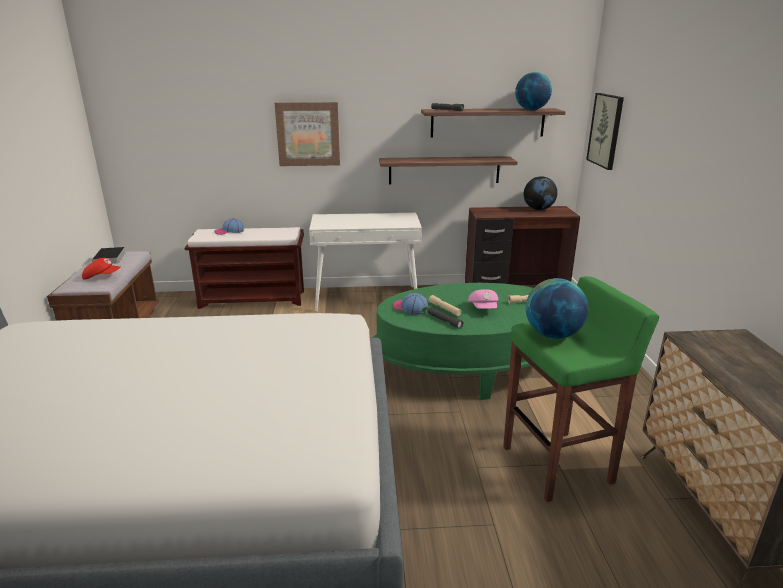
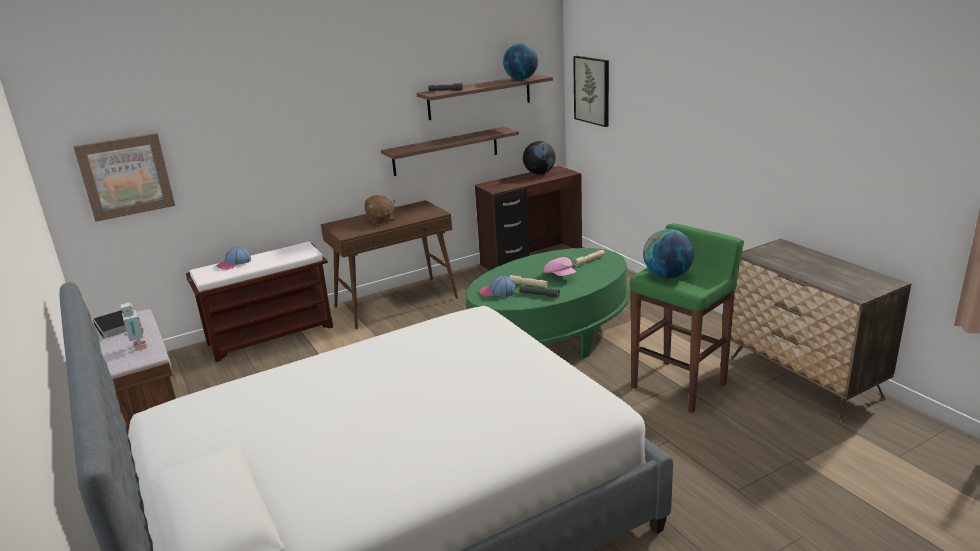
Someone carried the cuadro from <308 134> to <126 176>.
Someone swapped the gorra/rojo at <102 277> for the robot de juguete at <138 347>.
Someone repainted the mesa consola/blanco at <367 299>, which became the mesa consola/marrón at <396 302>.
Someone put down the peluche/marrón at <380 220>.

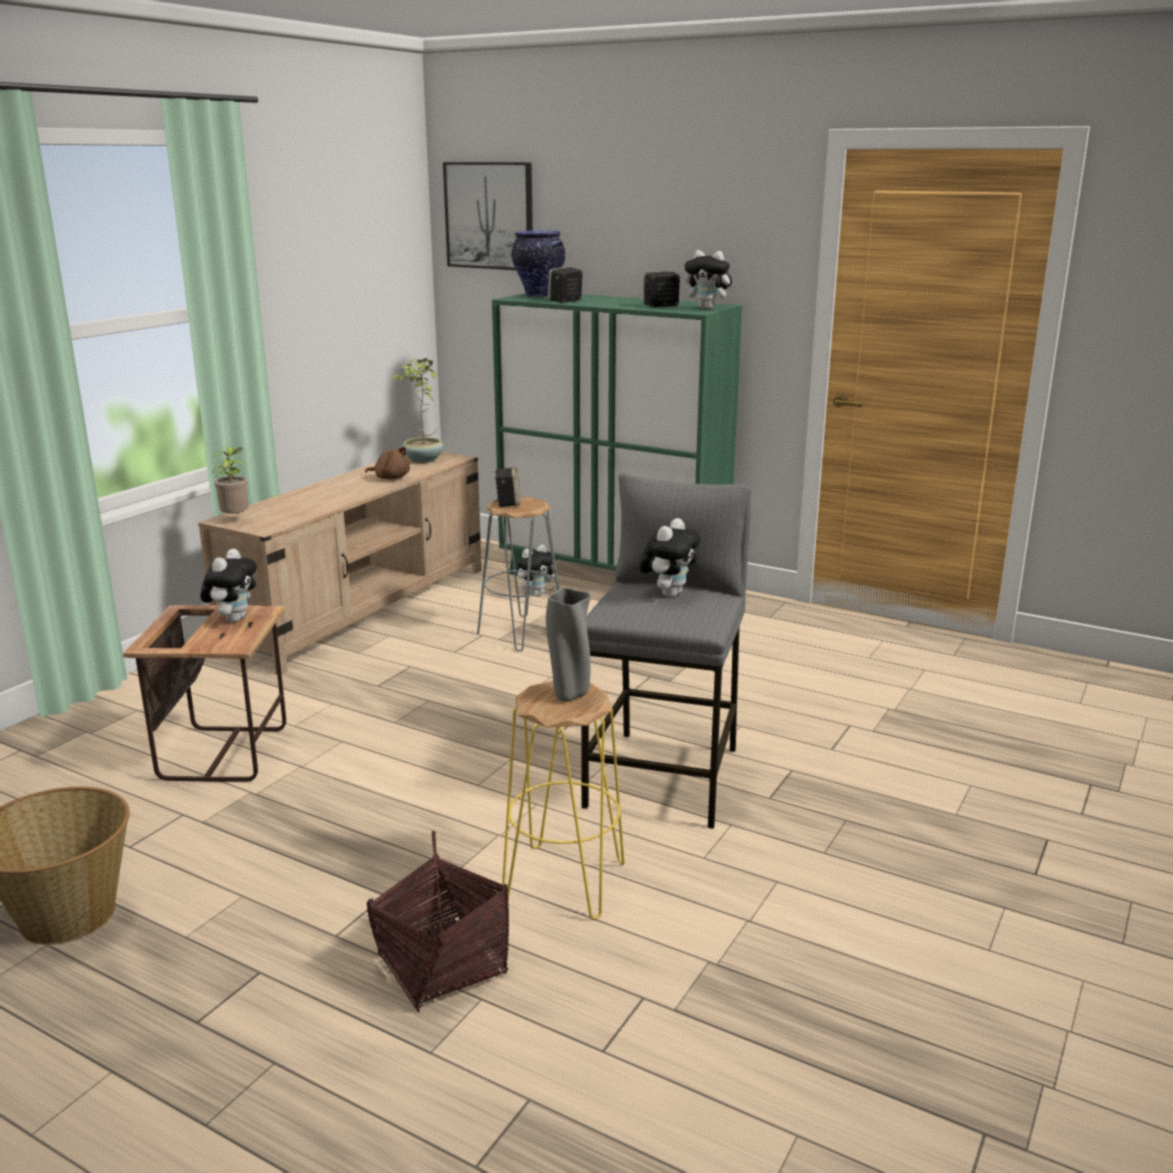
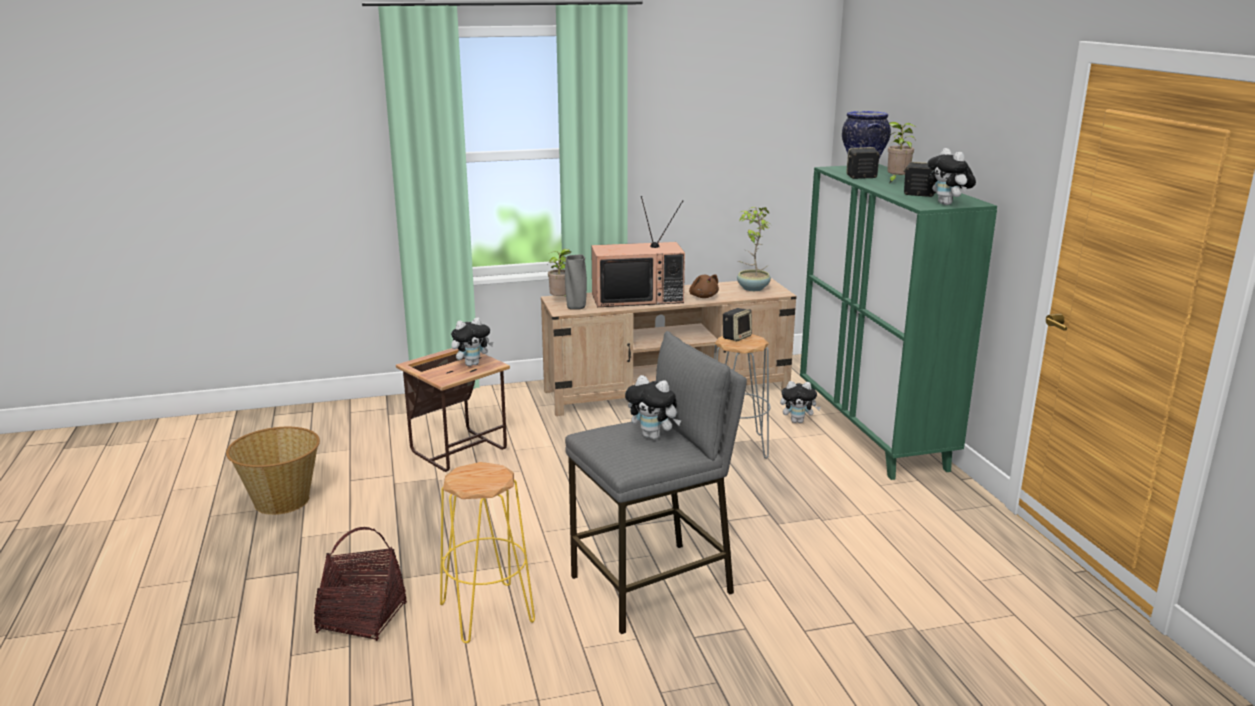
Someone carried the florero/gris from <569 695> to <576 308>.
Someone put down the televisor at <638 298>.
Someone rotated the peluche at <669 594> by 45 degrees clockwise.
Someone put down the planta en maceta at <896 182>.
Someone took away the cuadro at <490 215>.

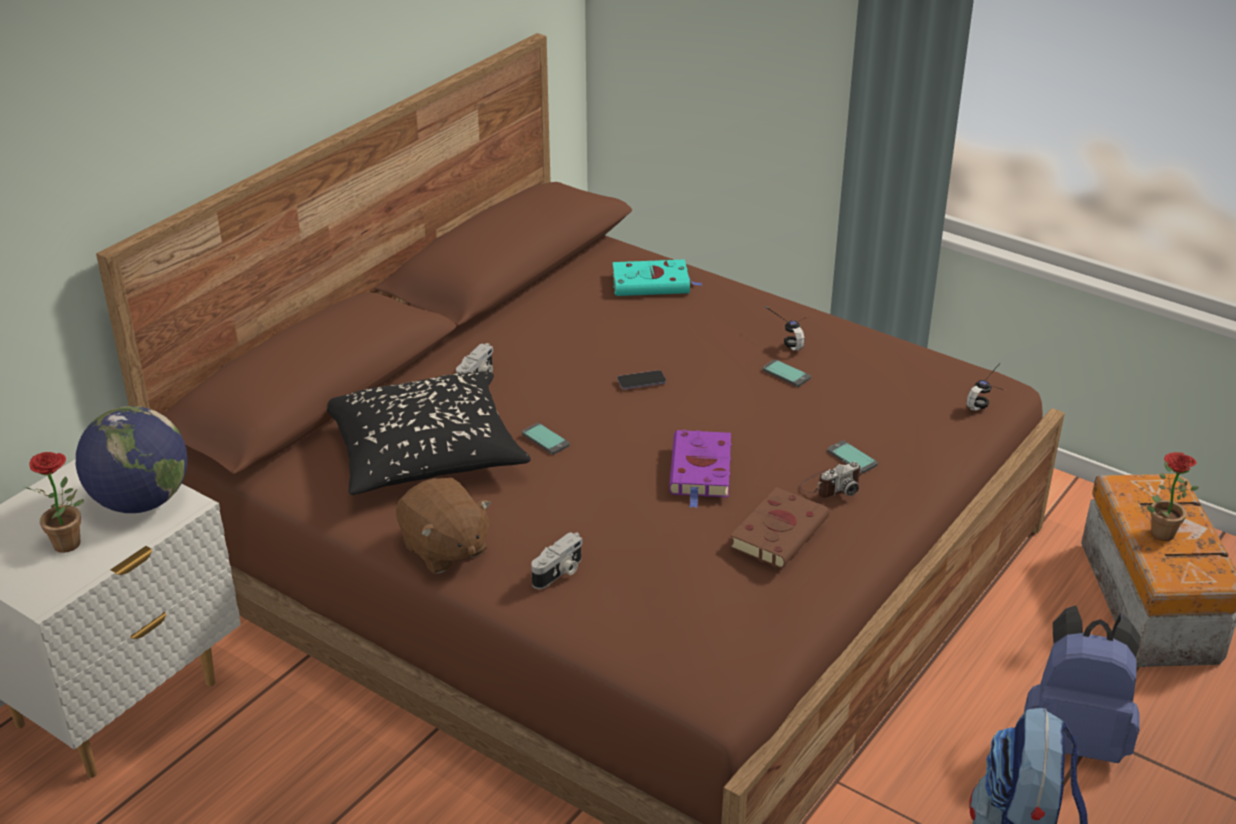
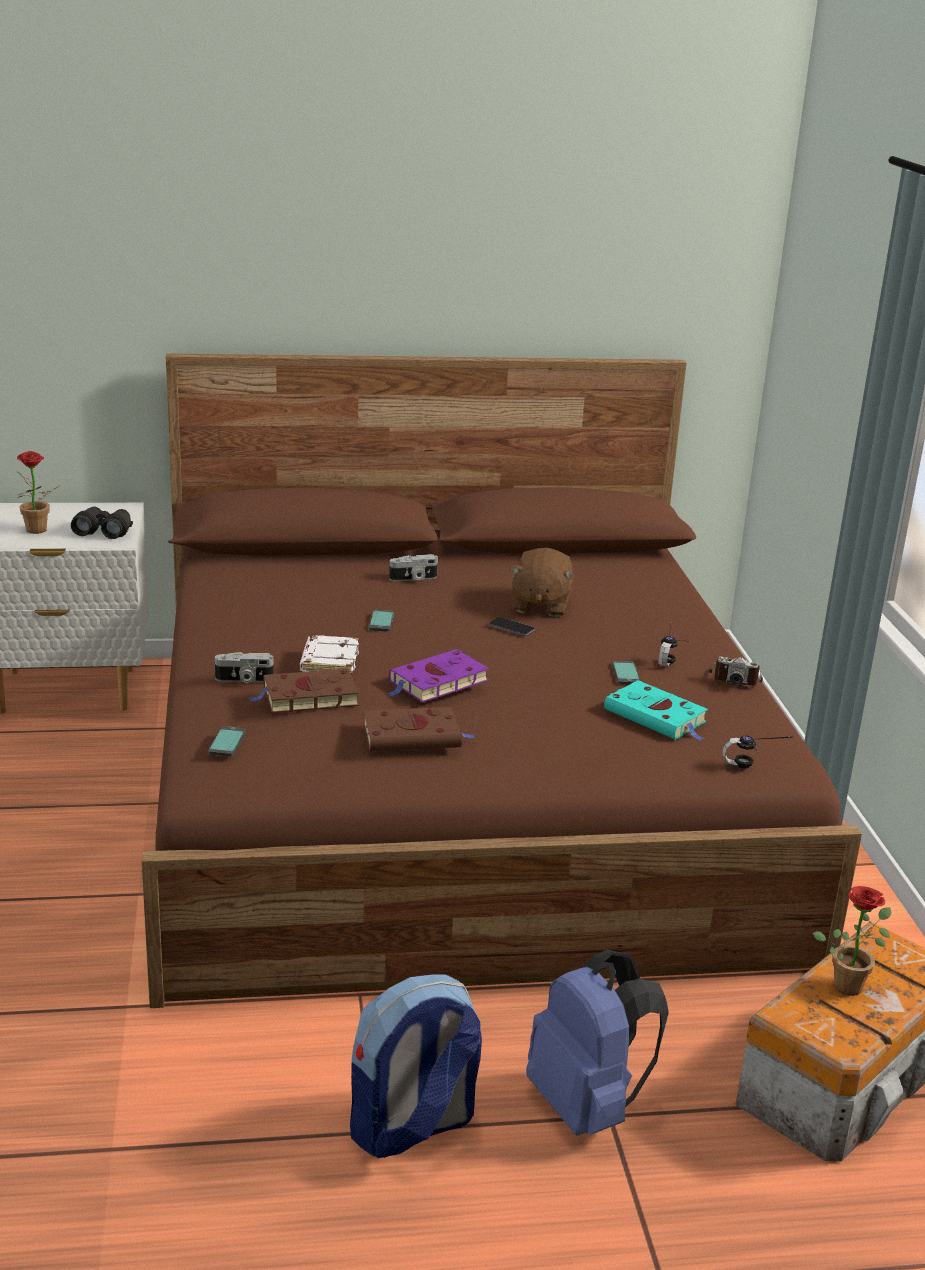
Someone swapped the globo terráqueo at <141 502> for the prismáticos/negro at <103 531>.
Someone carried the móvil from <852 458> to <227 742>.
Someone put down the libro/marrón at <307 697>.
Someone put down the libro/blanco at <328 660>.
Someone carried the peluche/marrón from <444 549> to <540 605>.
Someone carried the libro/turquesa from <653 283> to <657 717>.
Someone carried the cámara from <830 486> to <734 678>.
Someone took away the cojín/negro at <425 454>.

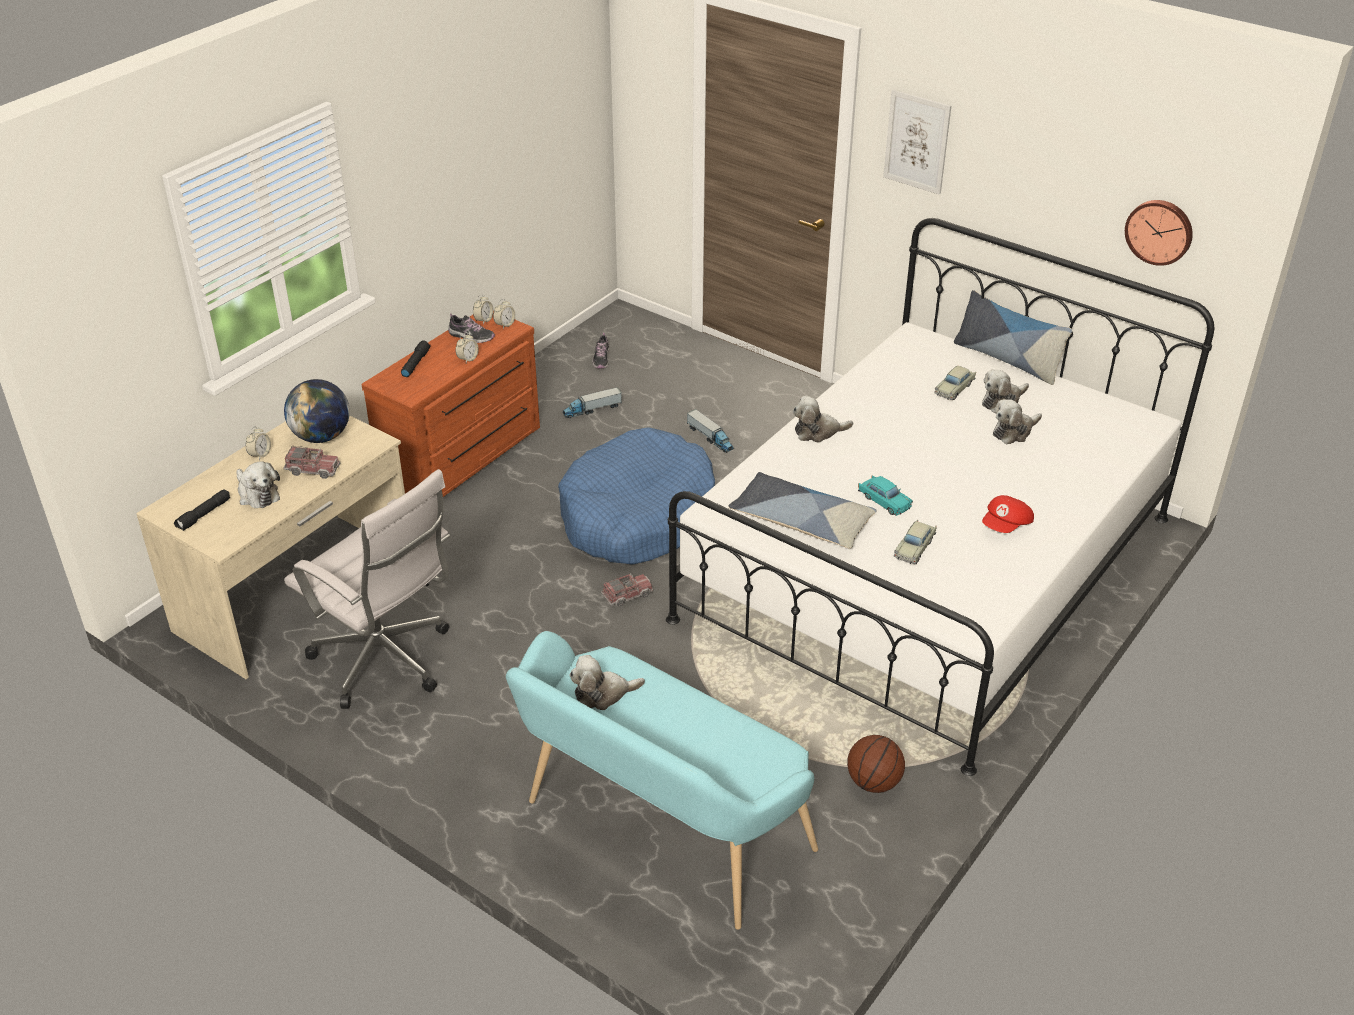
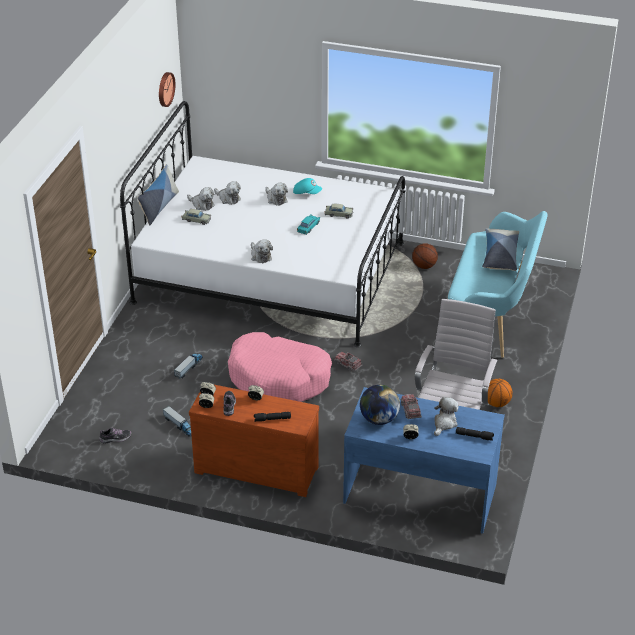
Someone repainted the cama para perro/azul at <637 516>, which became the cama para perro/rosa at <279 378>.
Someone carried the peluche from <603 694> to <276 199>.
Someone repainted the gorra/rojo at <1006 525>, which became the gorra/turquesa at <307 193>.
Someone repainted the escritorio/beis at <297 593>, which became the escritorio/azul at <420 493>.
Someone carried the cojín from <801 521> to <500 255>.
Someone put down the balón de baloncesto at <497 403>.
Someone took away the cuadro at <917 141>.

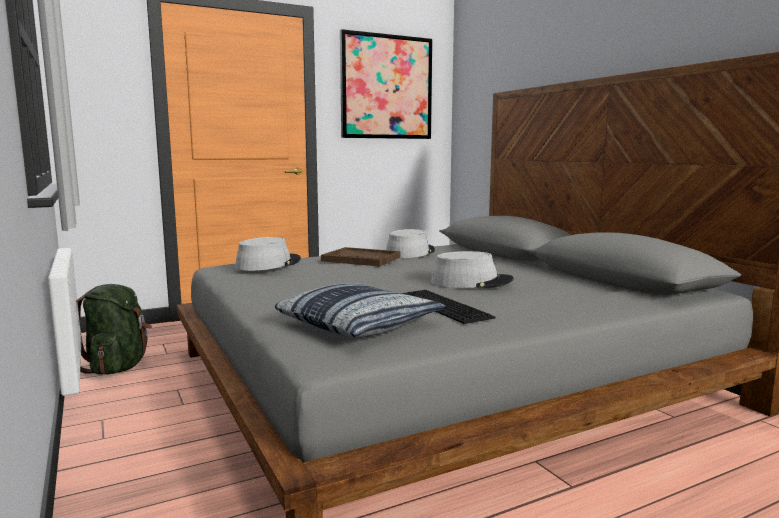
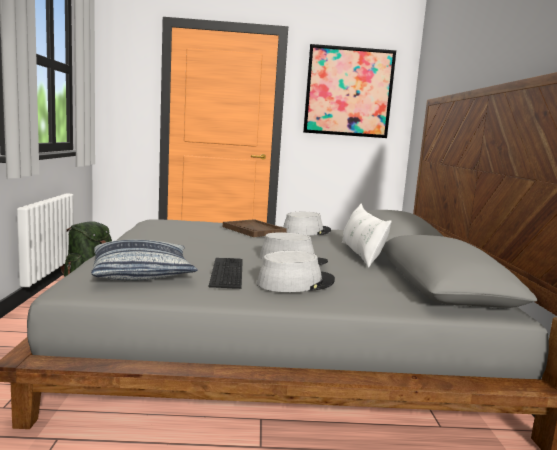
Someone carried the sombrero/gris from <268 264> to <296 282>.
Someone put down the cojín/blanco at <360 254>.

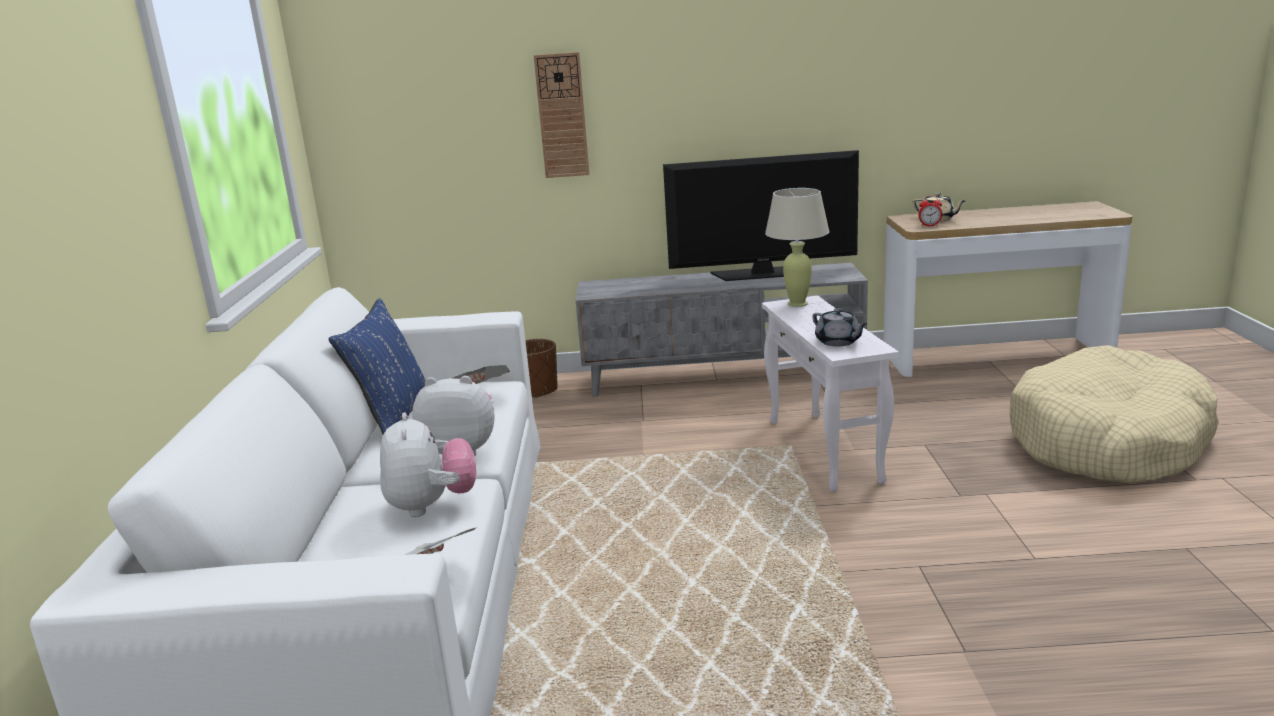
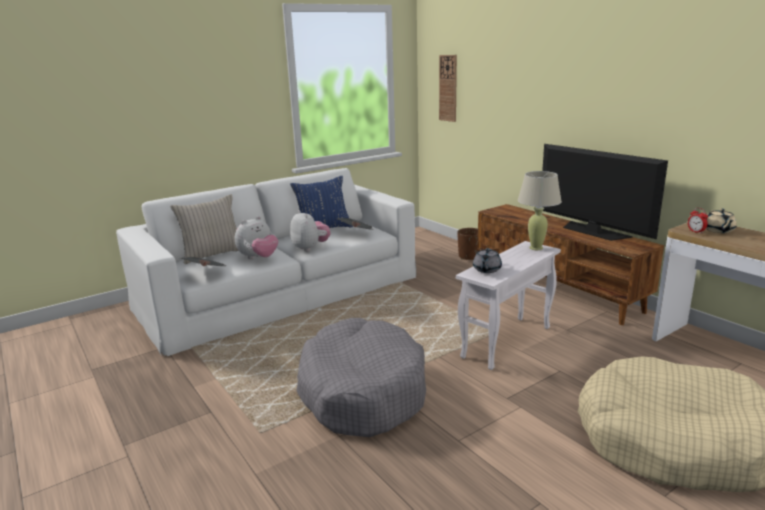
Someone put down the cojín/beis at <213 255>.
Someone put down the cama para perro/gris at <362 391>.
Someone carried the reloj de pared from <562 116> to <448 88>.
Someone repainted the mueble de televisión/gris at <722 376>, which became the mueble de televisión/marrón at <557 289>.

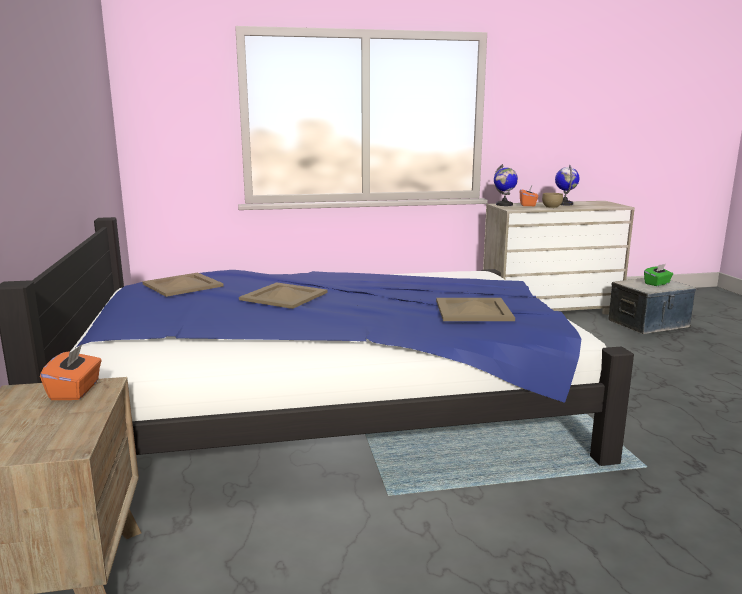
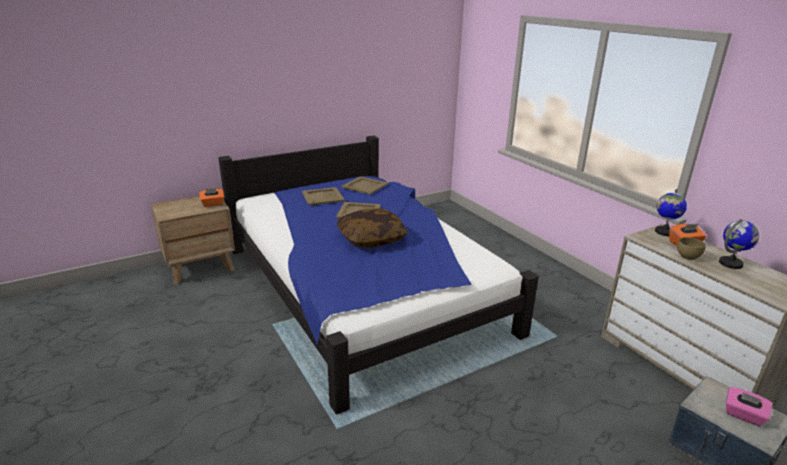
Someone carried the bandeja/beis from <474 310> to <323 196>.
Someone put down the cojín at <372 238>.
Someone repainted the caja de pañuelos/verde at <657 284>, which became the caja de pañuelos/rosa at <743 415>.

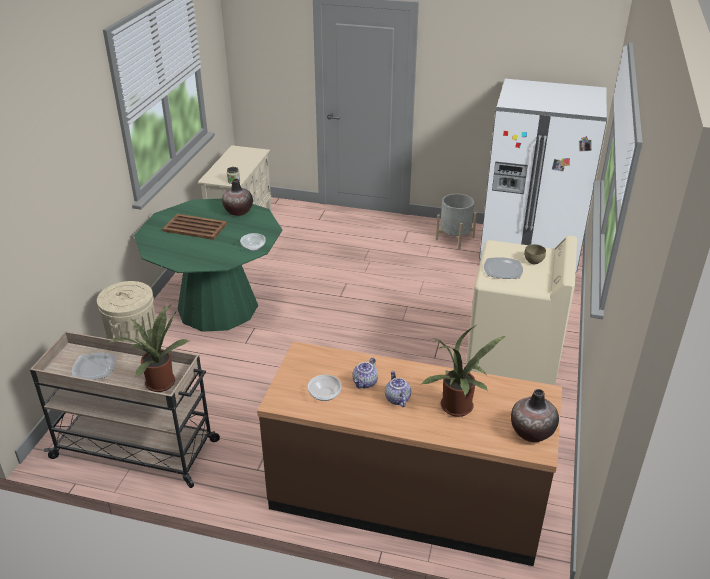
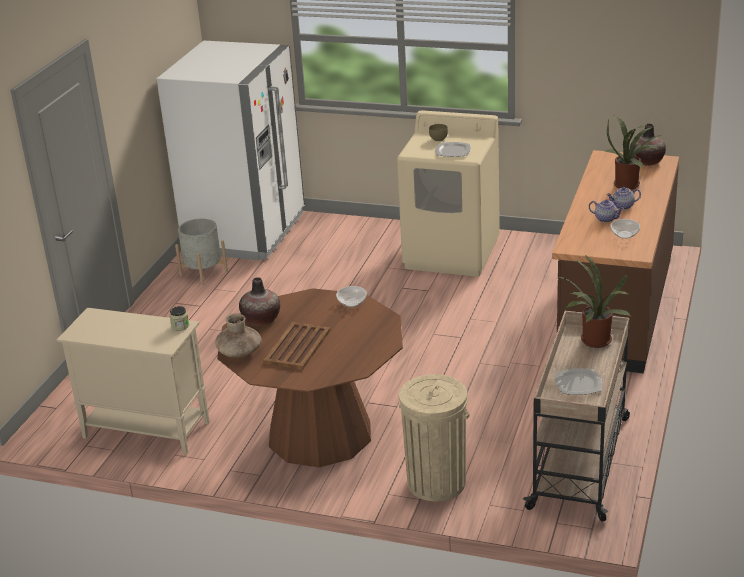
Someone put down the florero/marrón at <239 352>.
Someone repainted the mesa de comedor/verde at <218 307>, which became the mesa de comedor/marrón at <320 434>.

